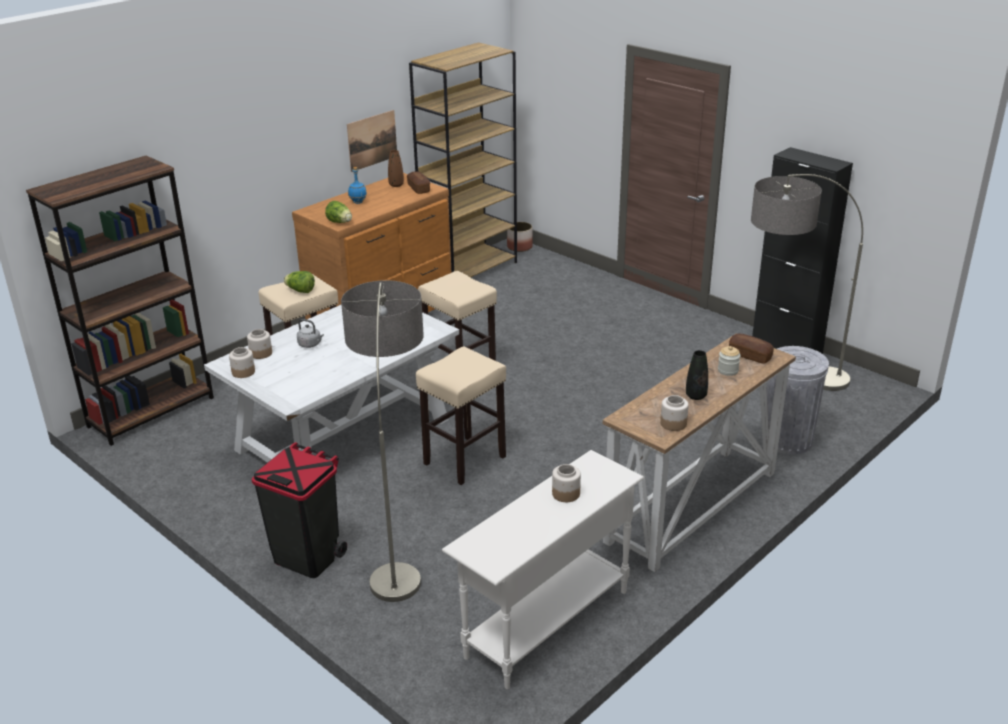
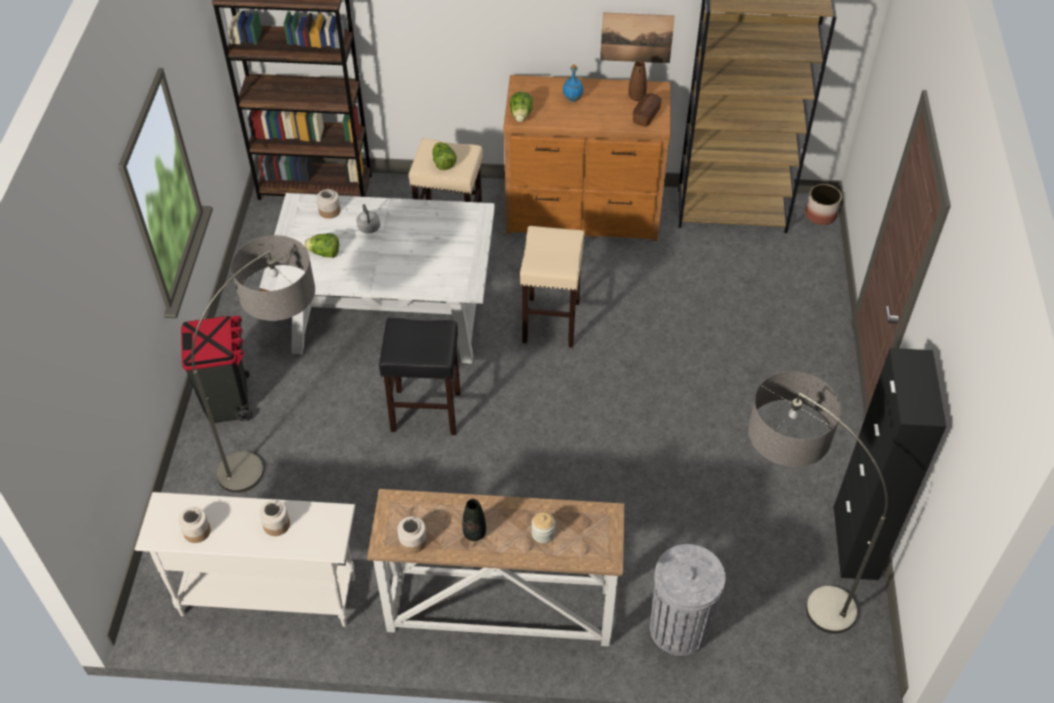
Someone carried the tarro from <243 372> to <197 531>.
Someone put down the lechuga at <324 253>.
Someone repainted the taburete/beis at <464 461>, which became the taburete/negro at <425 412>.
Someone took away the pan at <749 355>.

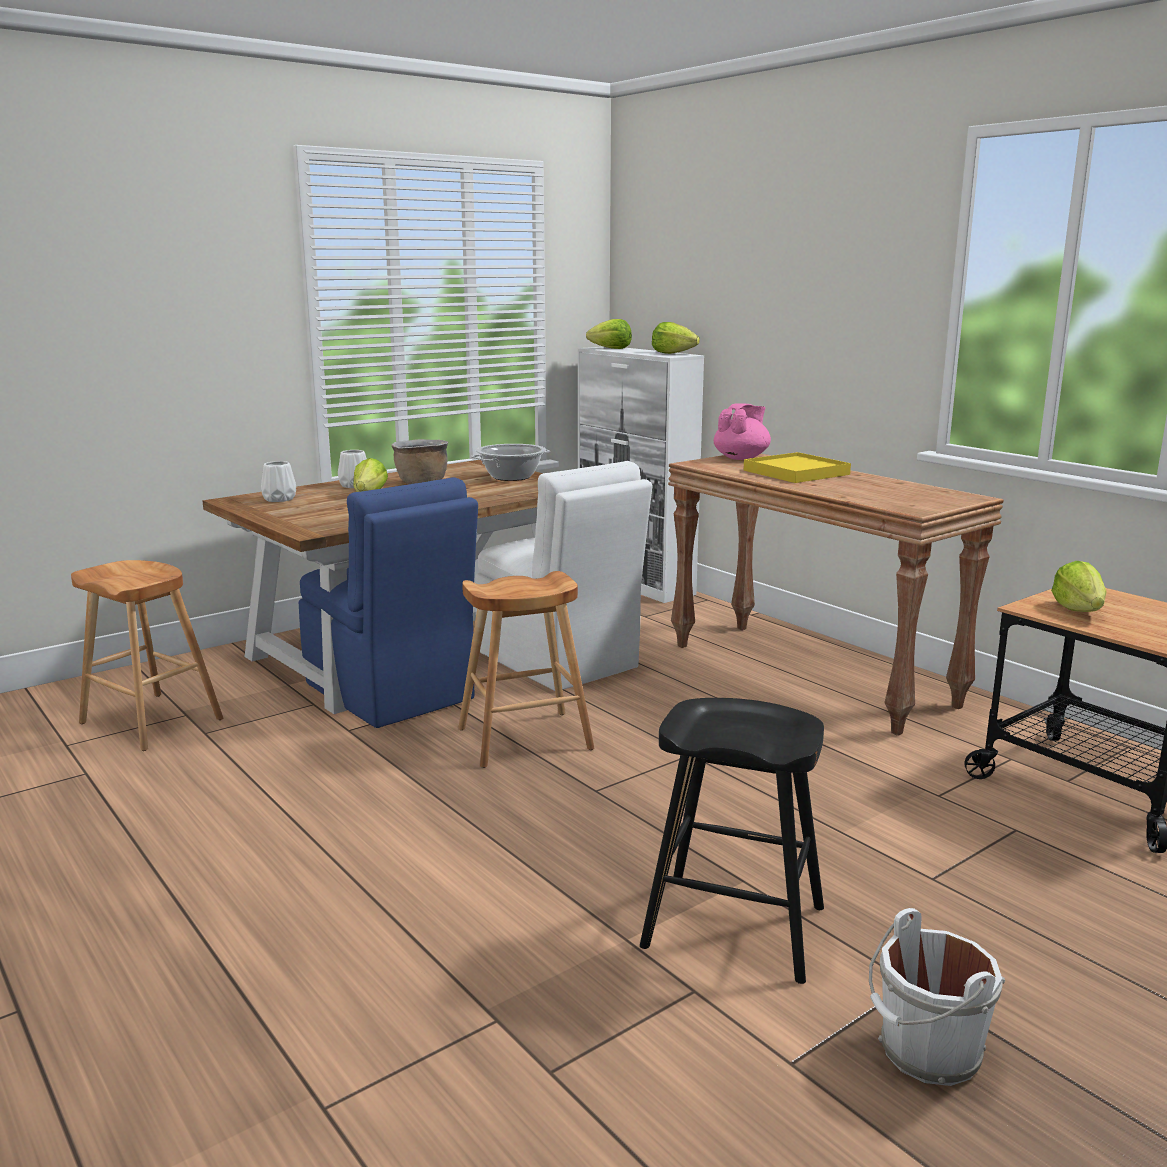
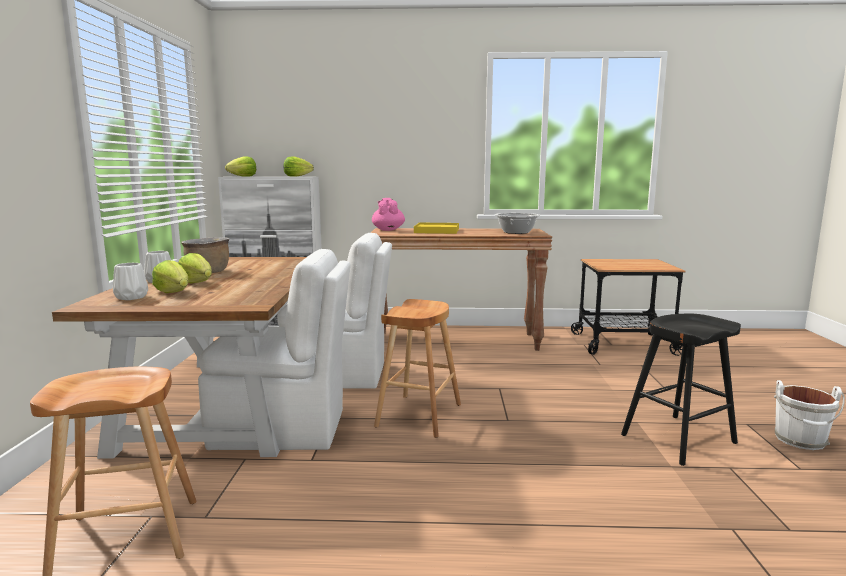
Someone carried the lechuga from <1079 610> to <173 292>.
Someone repainted the silla/azul at <391 693>, which became the silla/blanco at <283 429>.
Someone carried the olla from <511 477> to <516 232>.

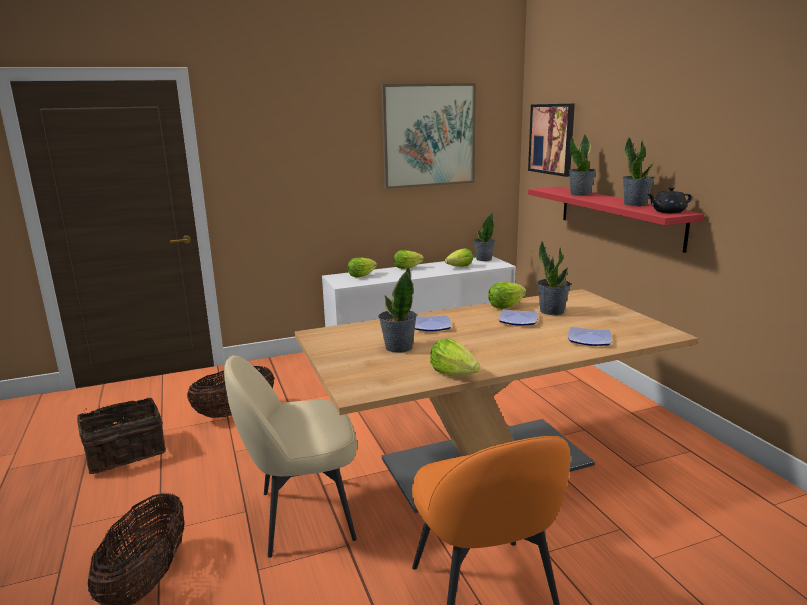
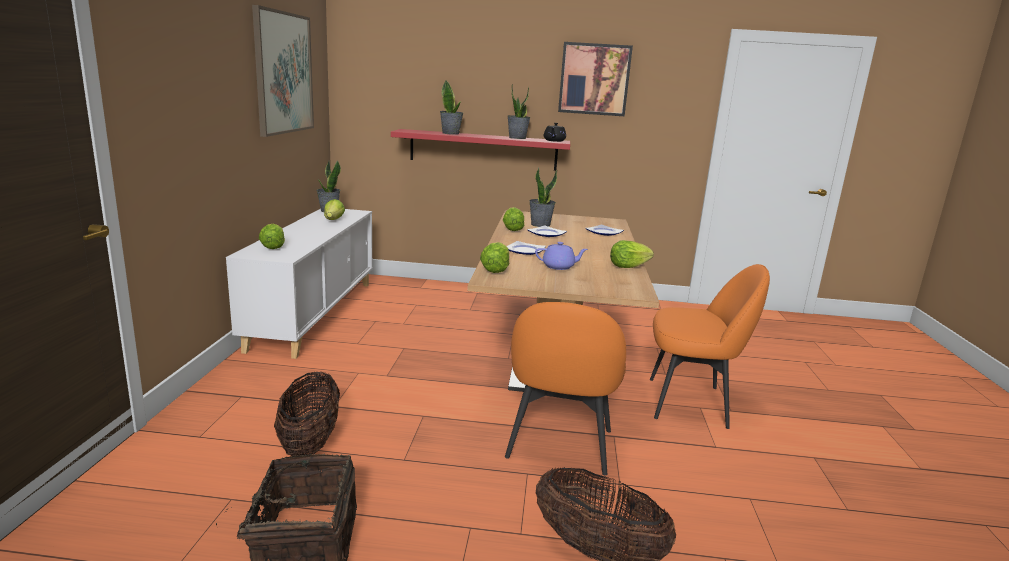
Someone carried the lechuga from <407 268> to <495 270>.
Someone repainted the silla/beis at <303 515>, which became the silla/naranja at <559 446>.
Someone swapped the planta en maceta at <398 347> for the tetera/morado at <559 267>.
Someone carried the cuadro from <551 139> to <594 79>.

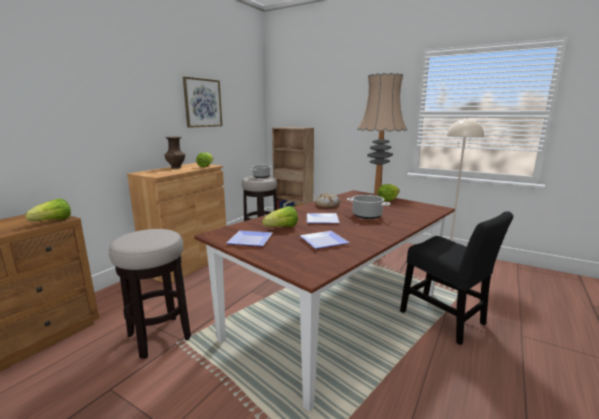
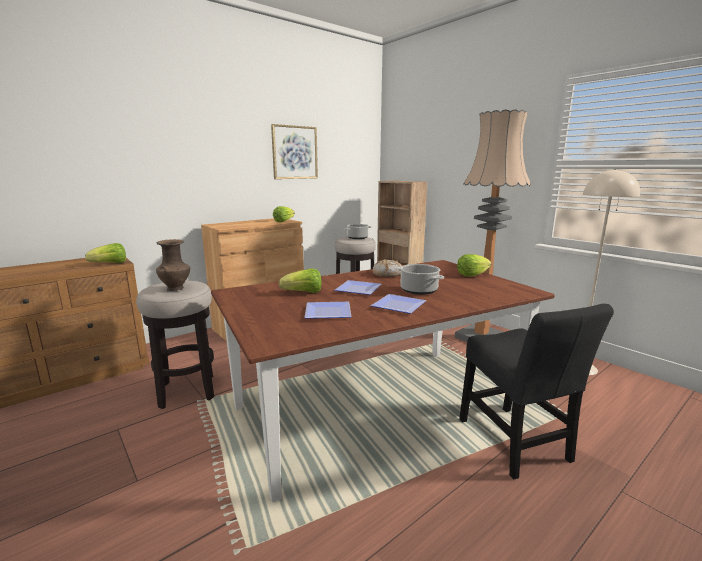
Someone carried the florero/marrón from <176 167> to <176 288>.
Someone carried the plato from <252 240> to <400 306>.

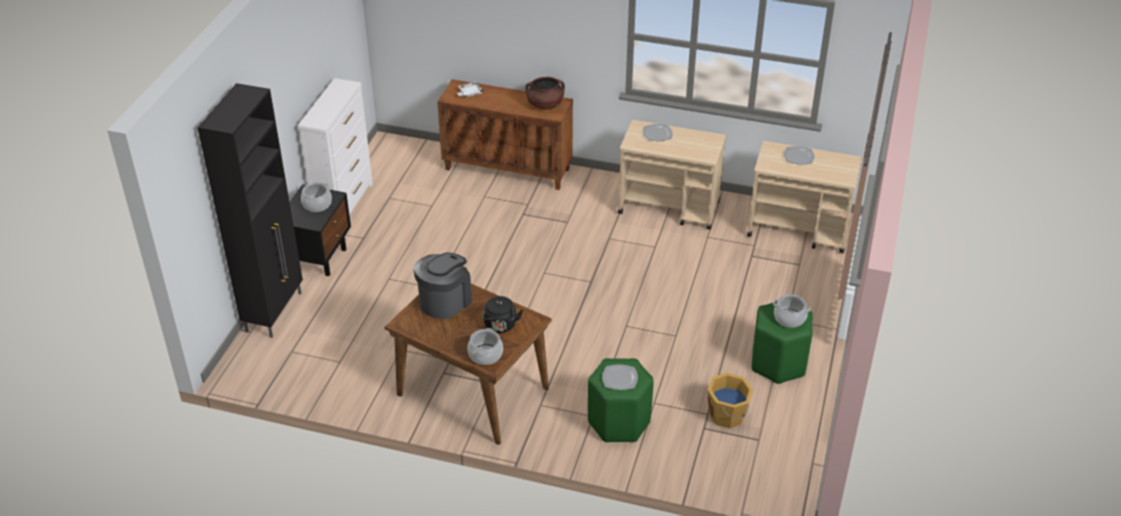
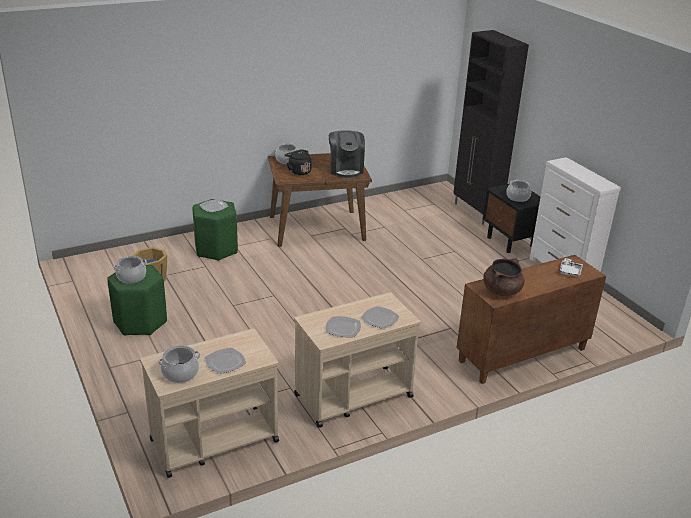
Someone put down the olla at <180 373>.
Someone put down the plato at <343 328>.

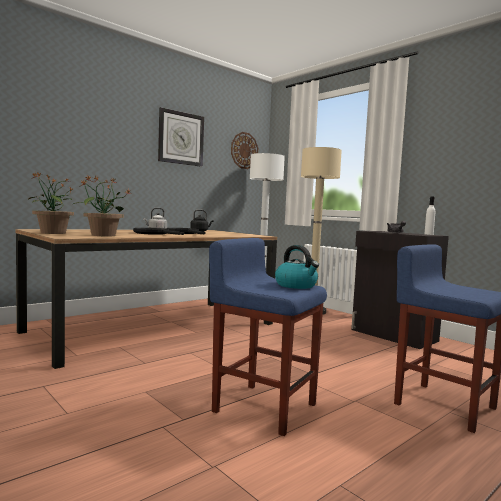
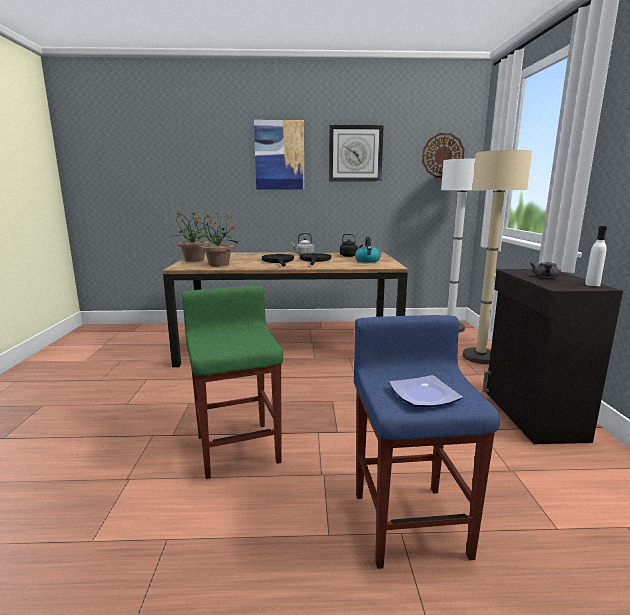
Someone repainted the taburete/azul at <263 407>, which became the taburete/verde at <237 447>.
Someone put up the cuadro at <279 155>.
Someone carried the hervidor from <296 285> to <367 261>.
Someone put down the plato at <424 395>.

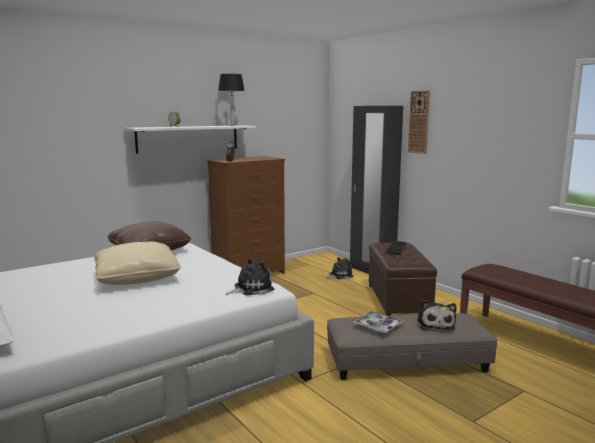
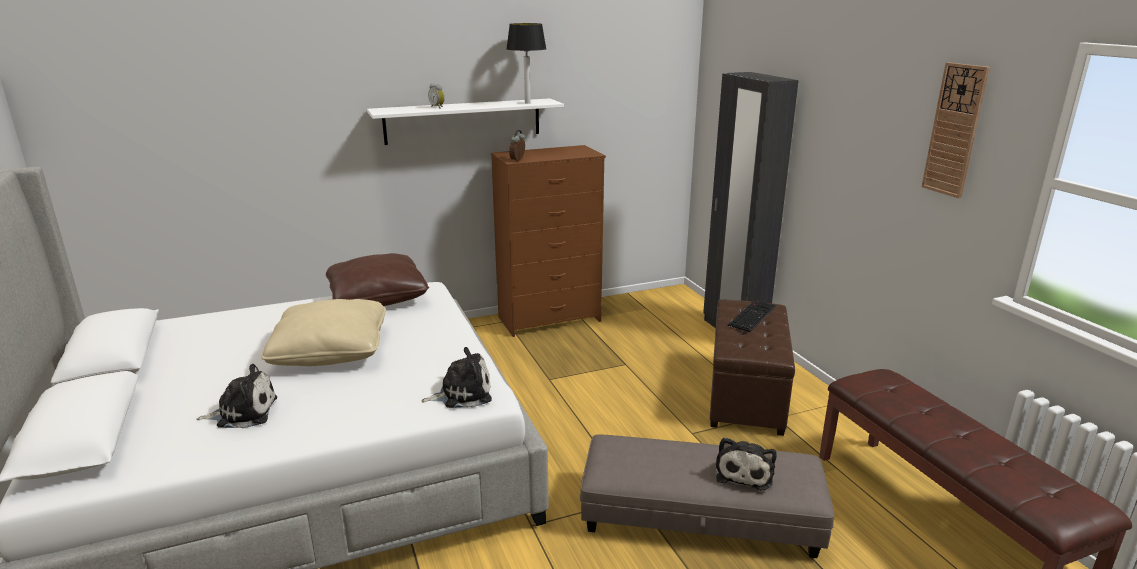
Someone carried the peluche from <339 275> to <243 412>.
Someone carried the reloj de pared from <419 122> to <955 130>.
Someone took away the bandeja at <378 326>.

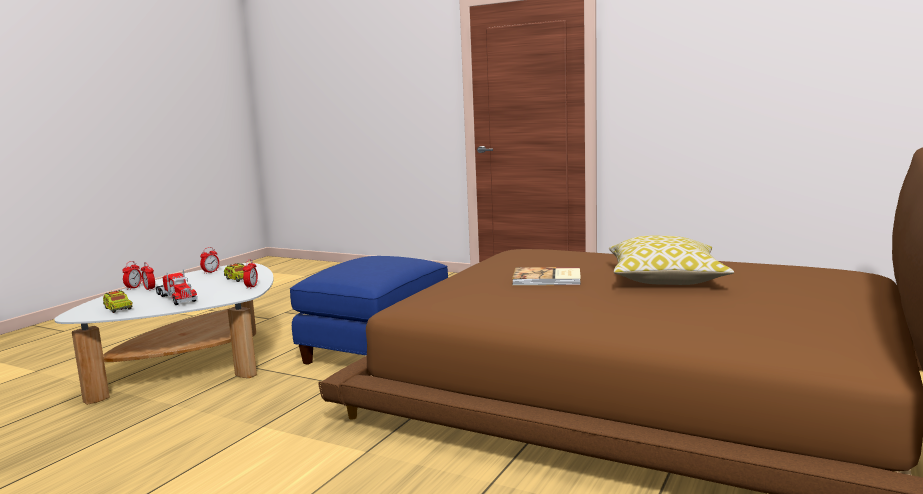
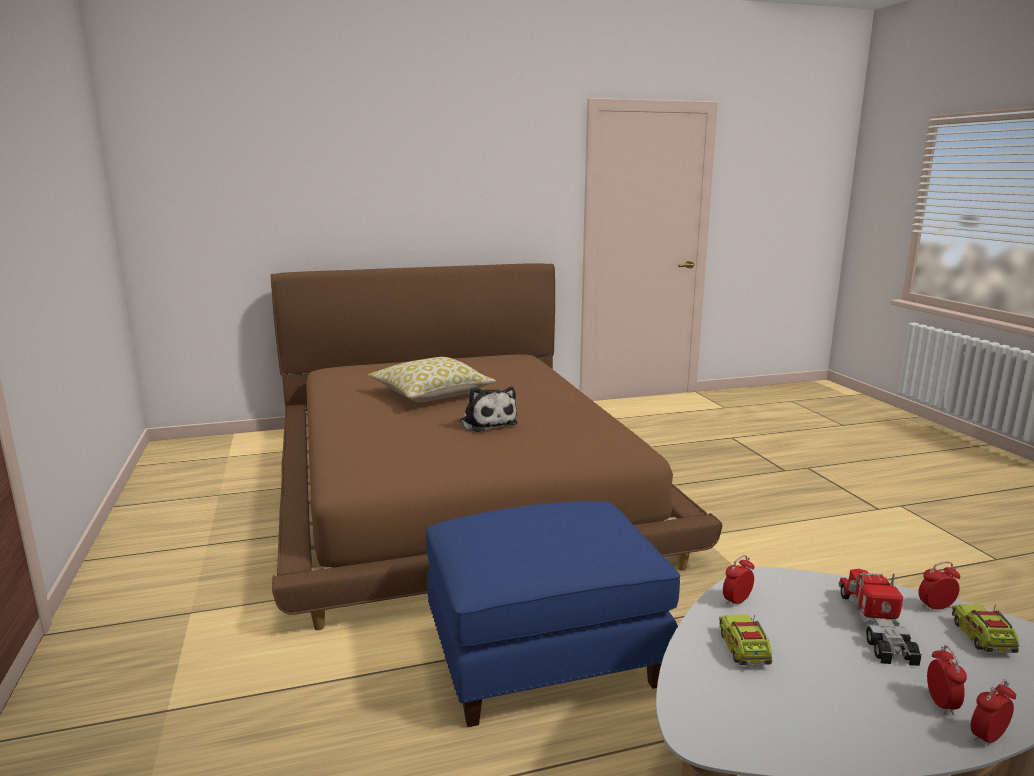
Someone swapped the libro at <547 279> for the peluche at <487 422>.
Someone carried the despertador from <210 272> to <935 607>.

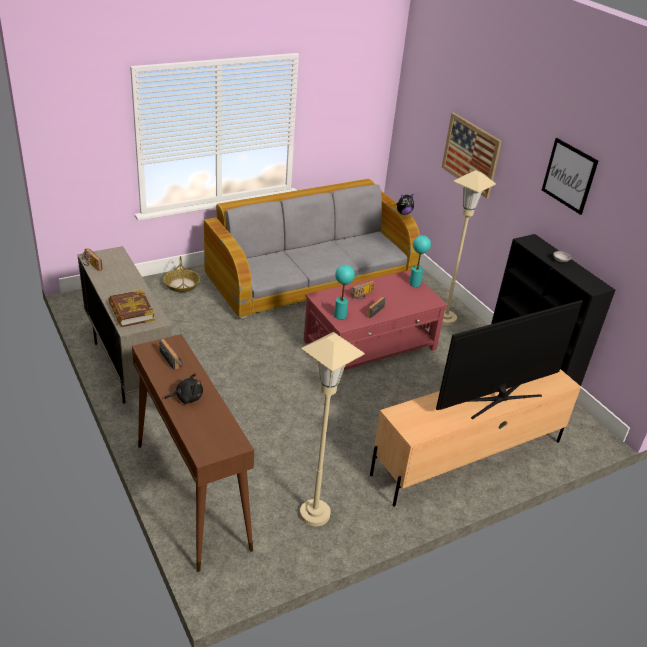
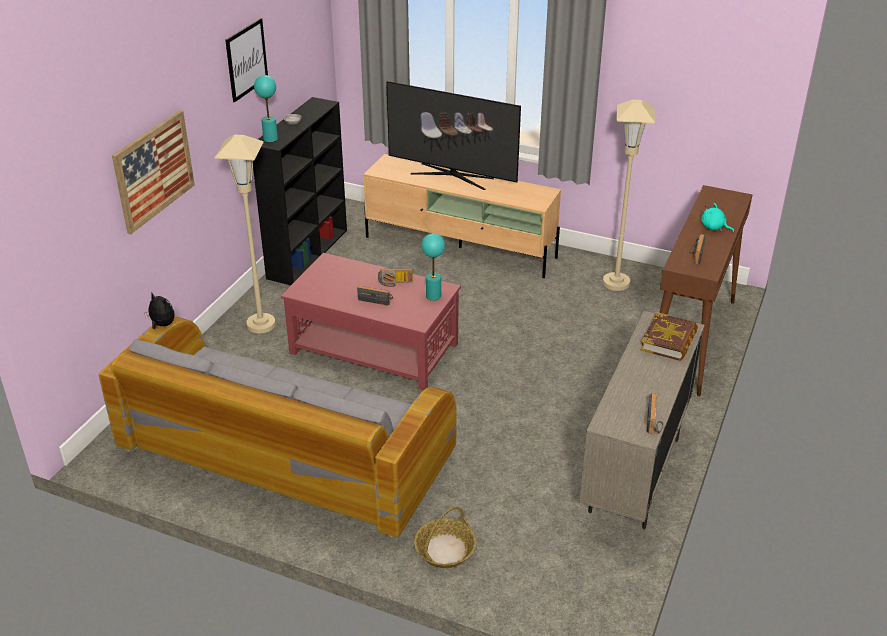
Someone carried the lámpara de mesa/turquesa from <414 283> to <270 139>.
Someone repainted the peluche/negro at <187 397>, which became the peluche/turquesa at <714 228>.

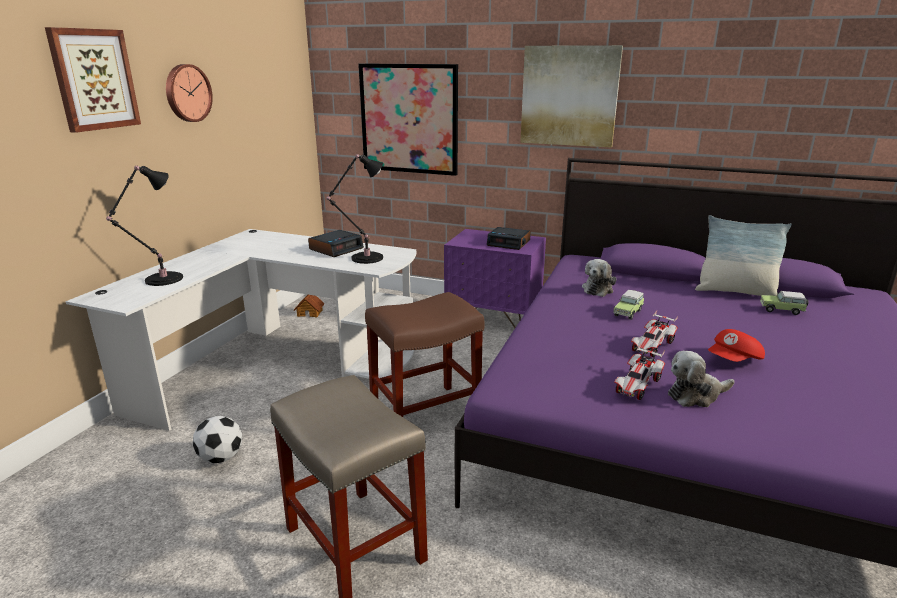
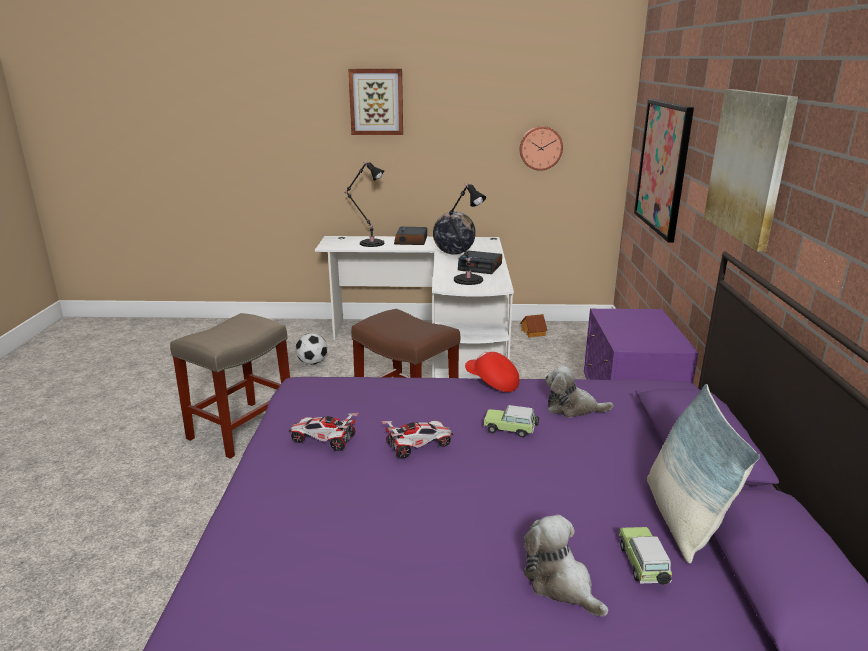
Someone rotated the coche de juguete at <652 346> by 135 degrees clockwise.
Someone carried the despertador from <509 243> to <411 241>.
Someone put down the globo terráqueo at <453 253>.
Someone carried the gorra/rojo from <734 361> to <492 382>.
Someone carried the reloj de pared from <187 93> to <540 148>.
Someone carried the peluche from <696 395> to <560 583>.

